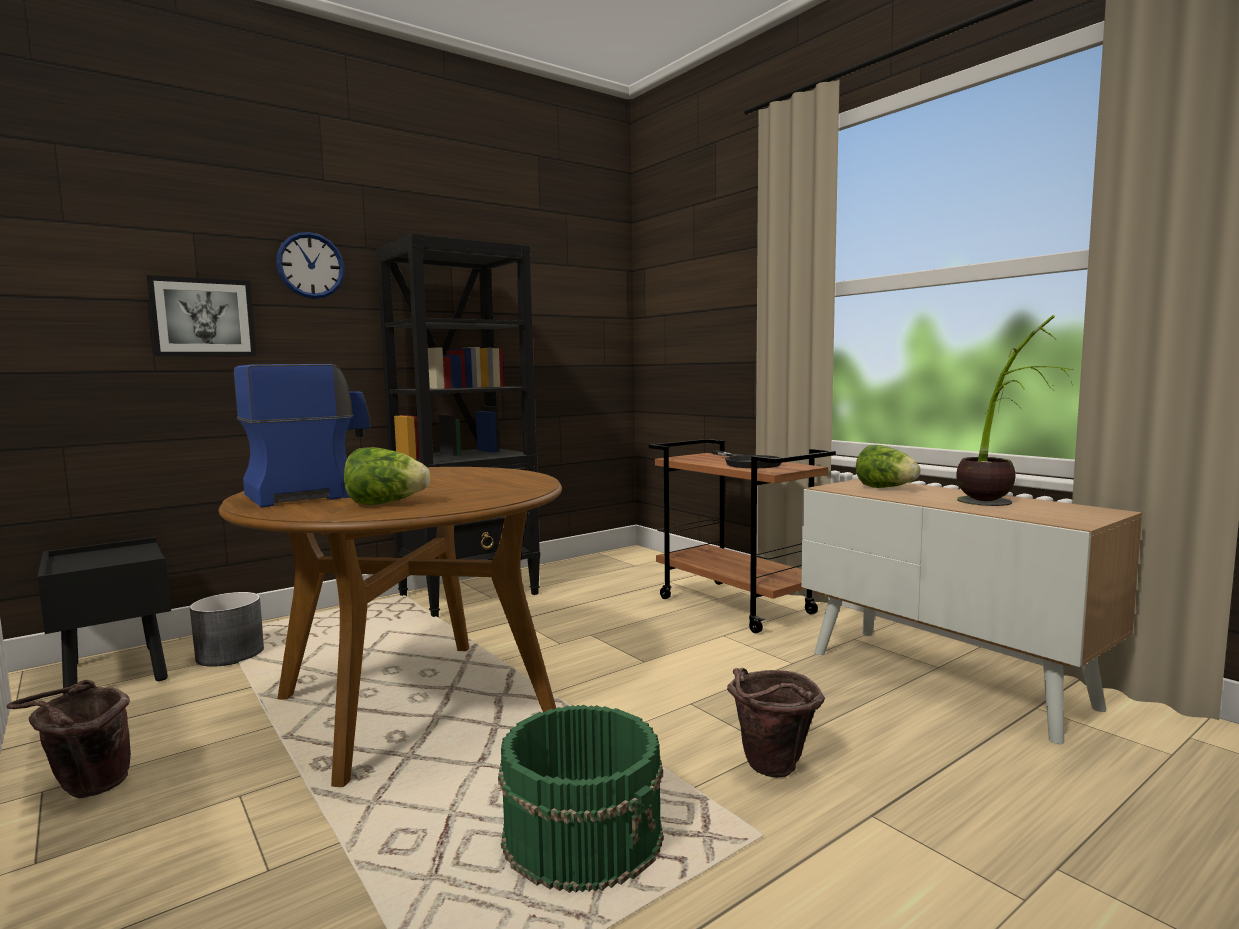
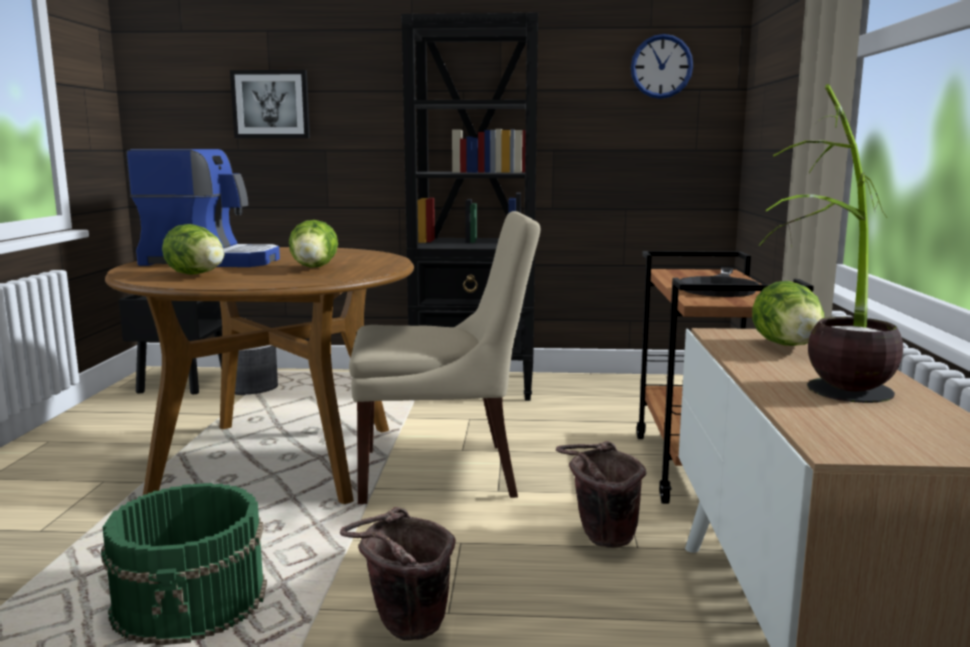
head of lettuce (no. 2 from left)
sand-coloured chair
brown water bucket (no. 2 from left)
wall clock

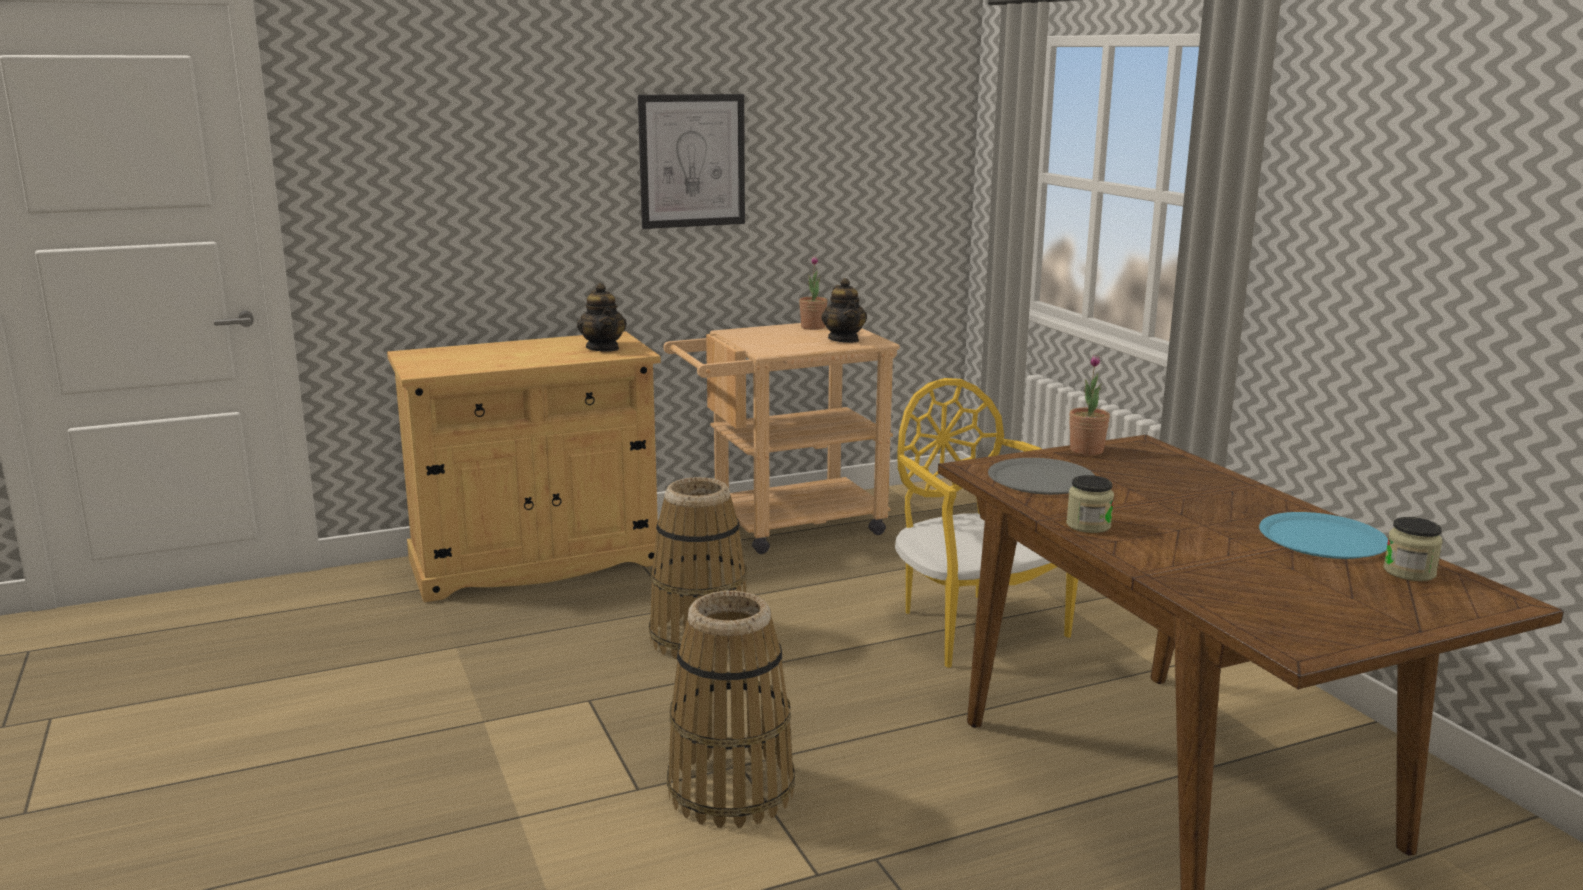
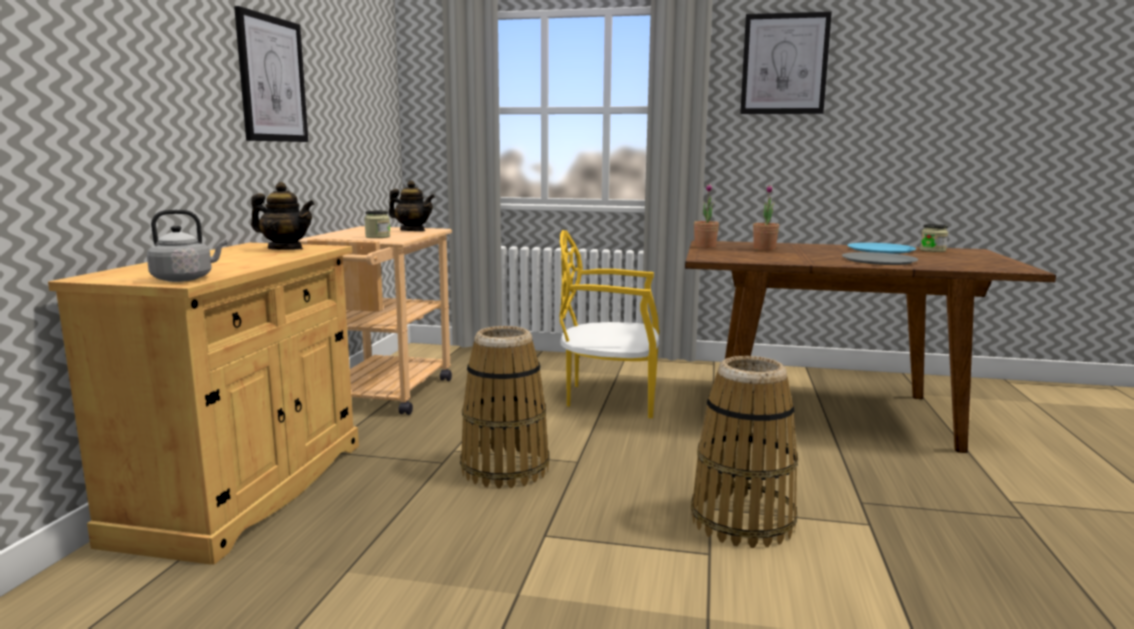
grey kettle
wall art (no. 2 from left)
houseplant (no. 2 from left)
grey dinner plate
preserve jar (no. 1 from left)

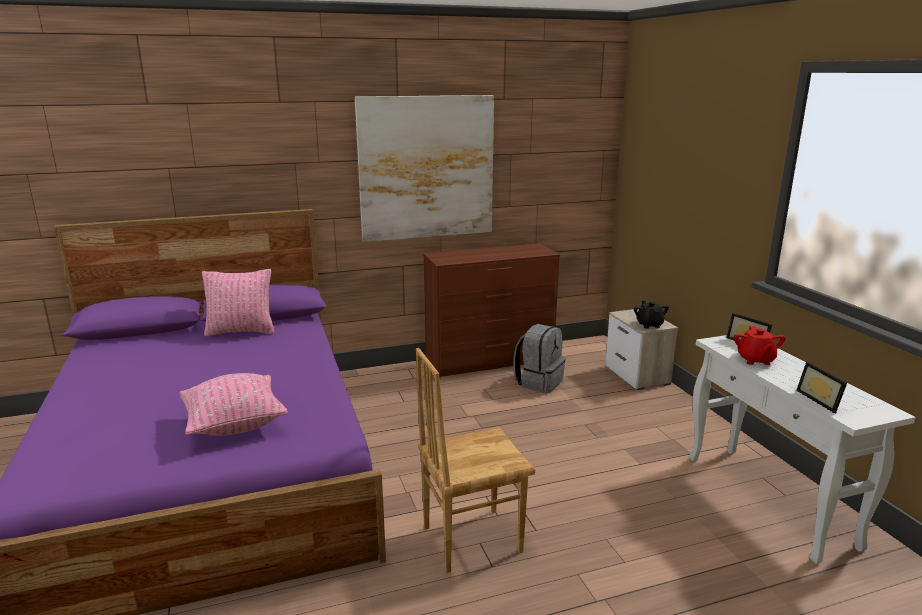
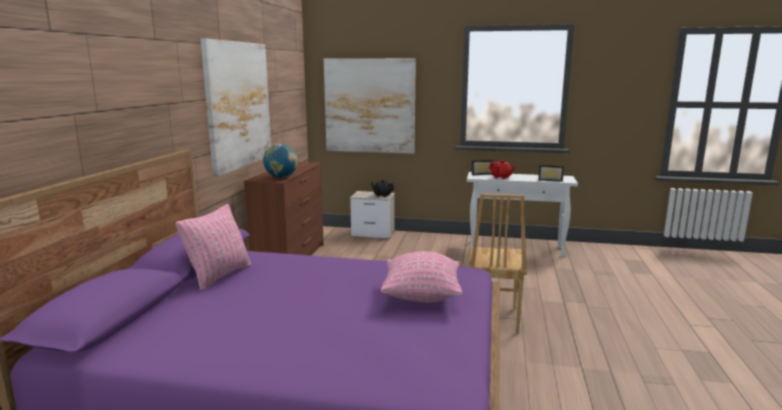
grey rucksack
desk globe
wall art (no. 2 from left)

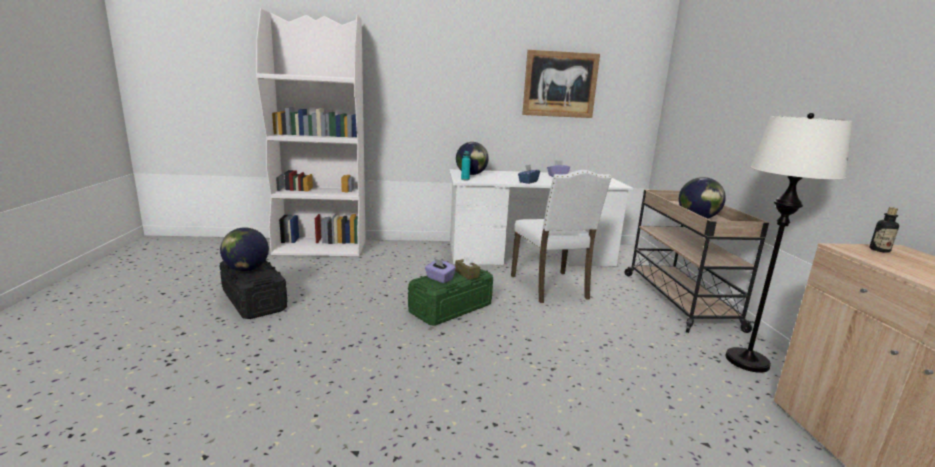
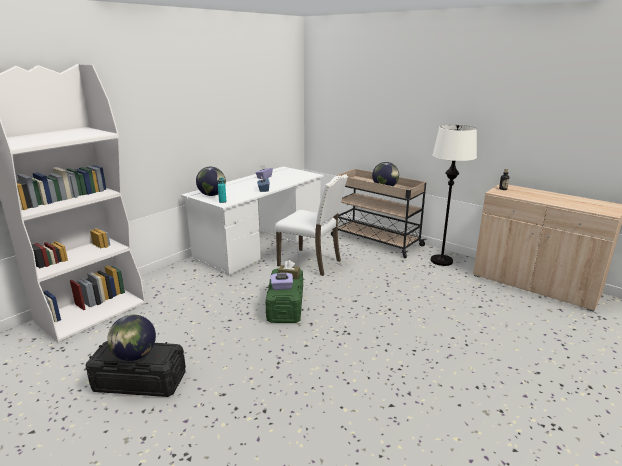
wall art

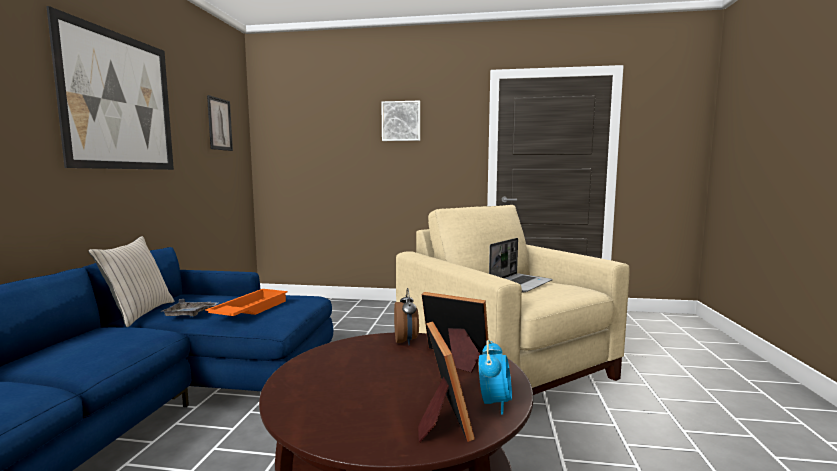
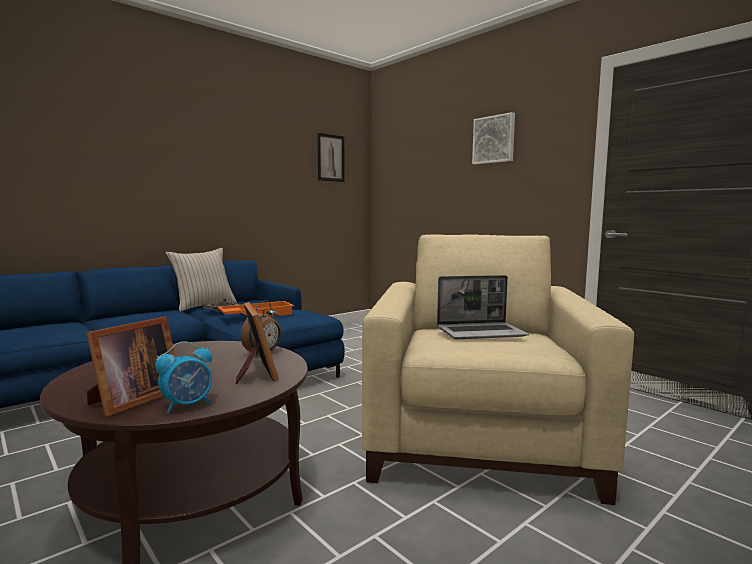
wall art (no. 1 from left in the first image)

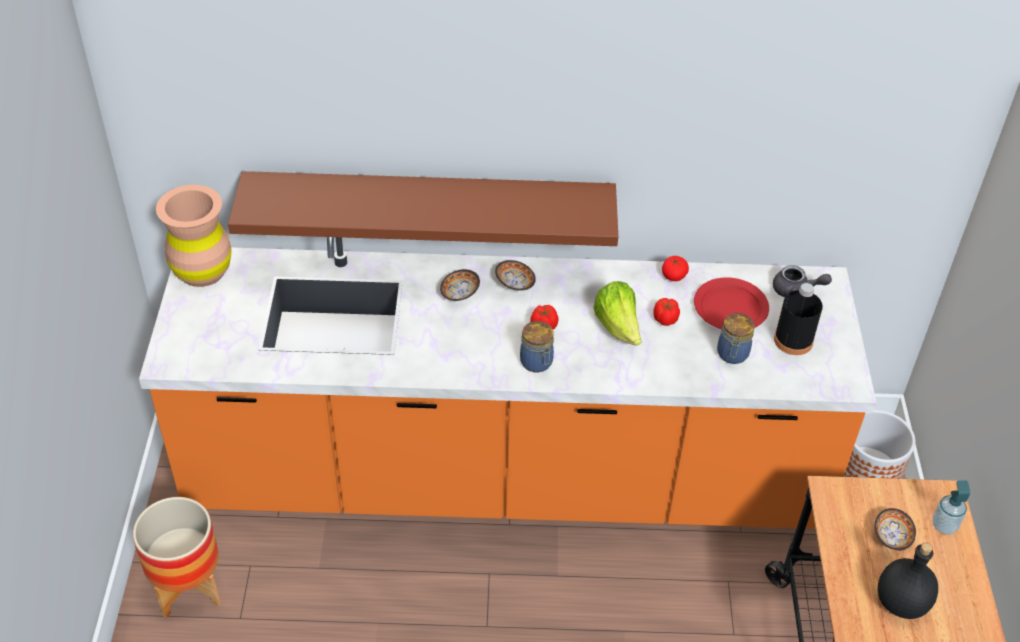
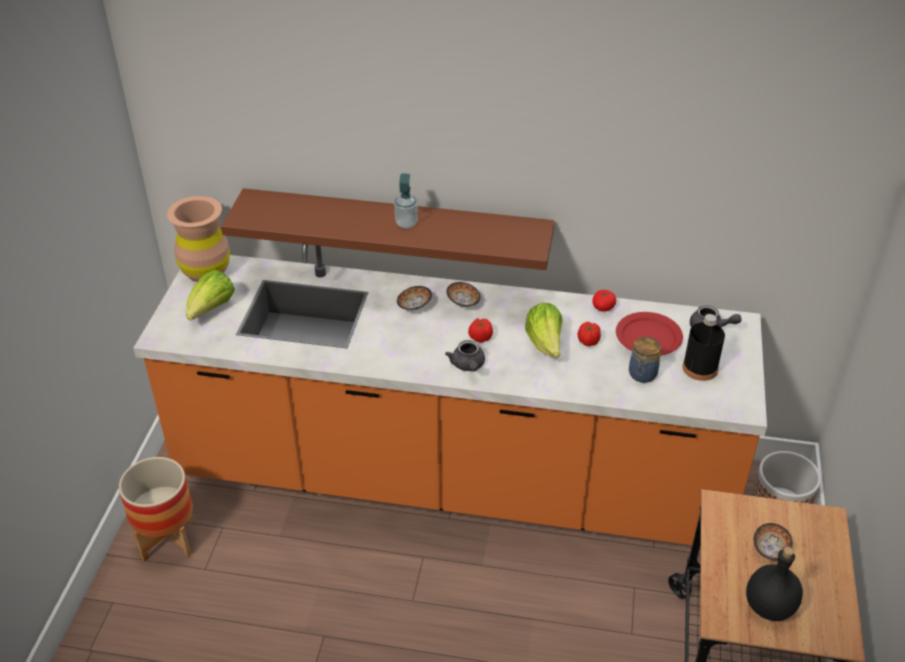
head of lettuce (no. 1 from left)
soap bottle
grey teapot (no. 1 from left)

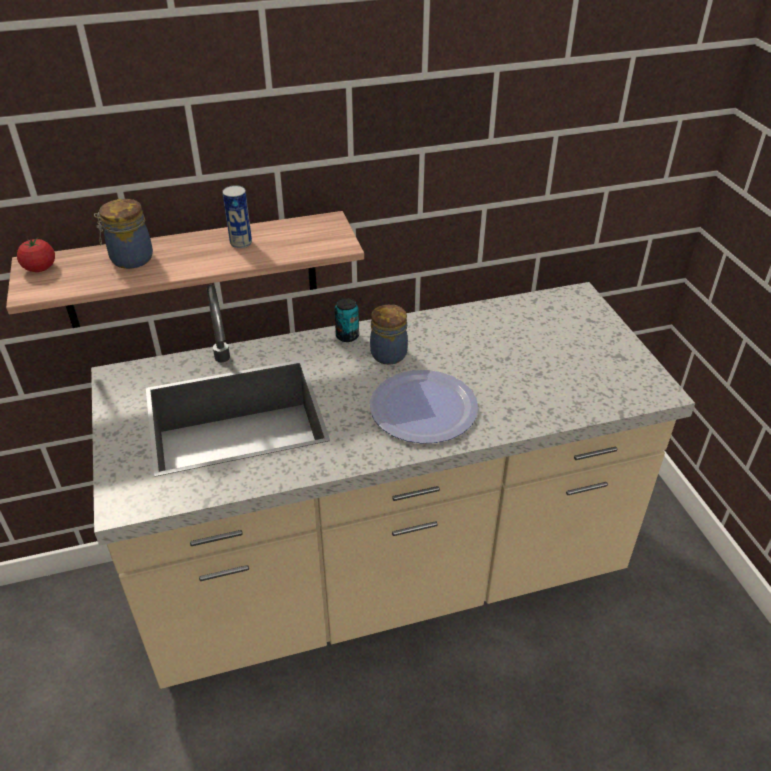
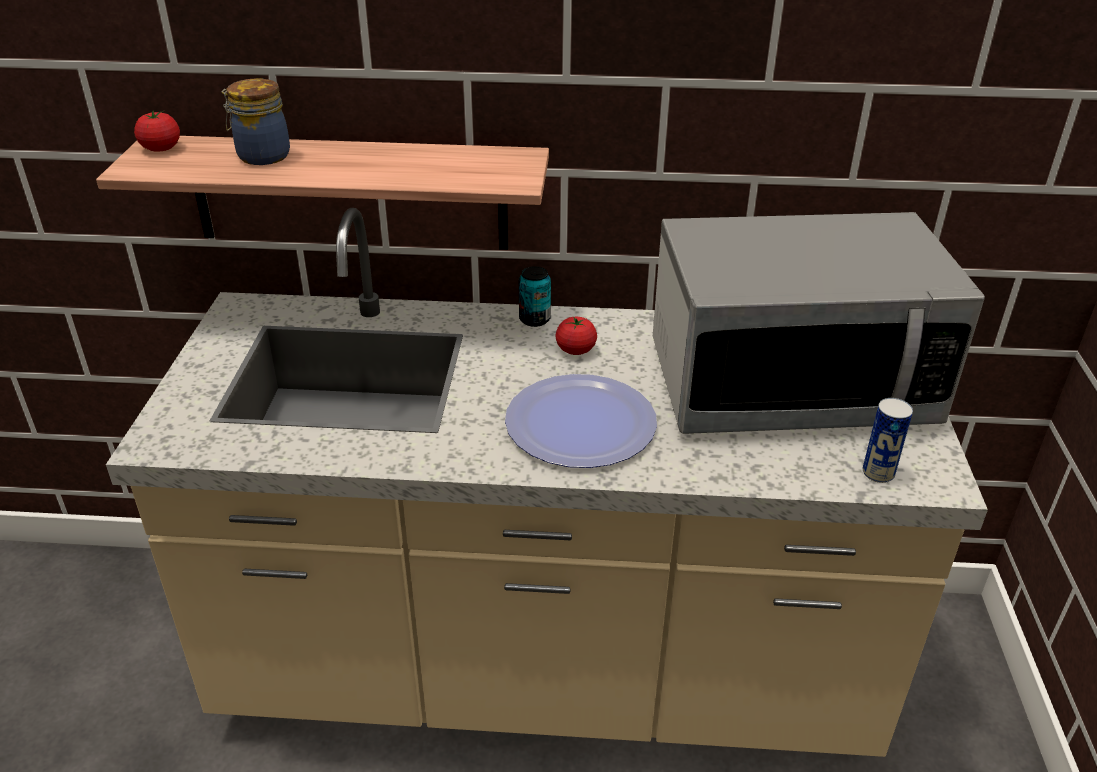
microwave
can (no. 2 from left)
fresh tomato (no. 2 from left)

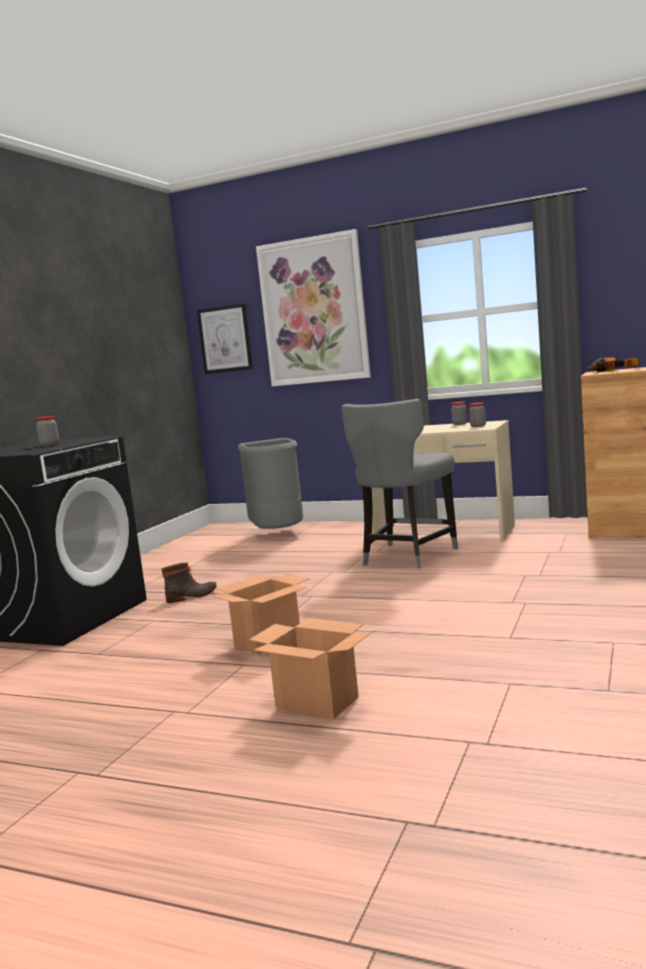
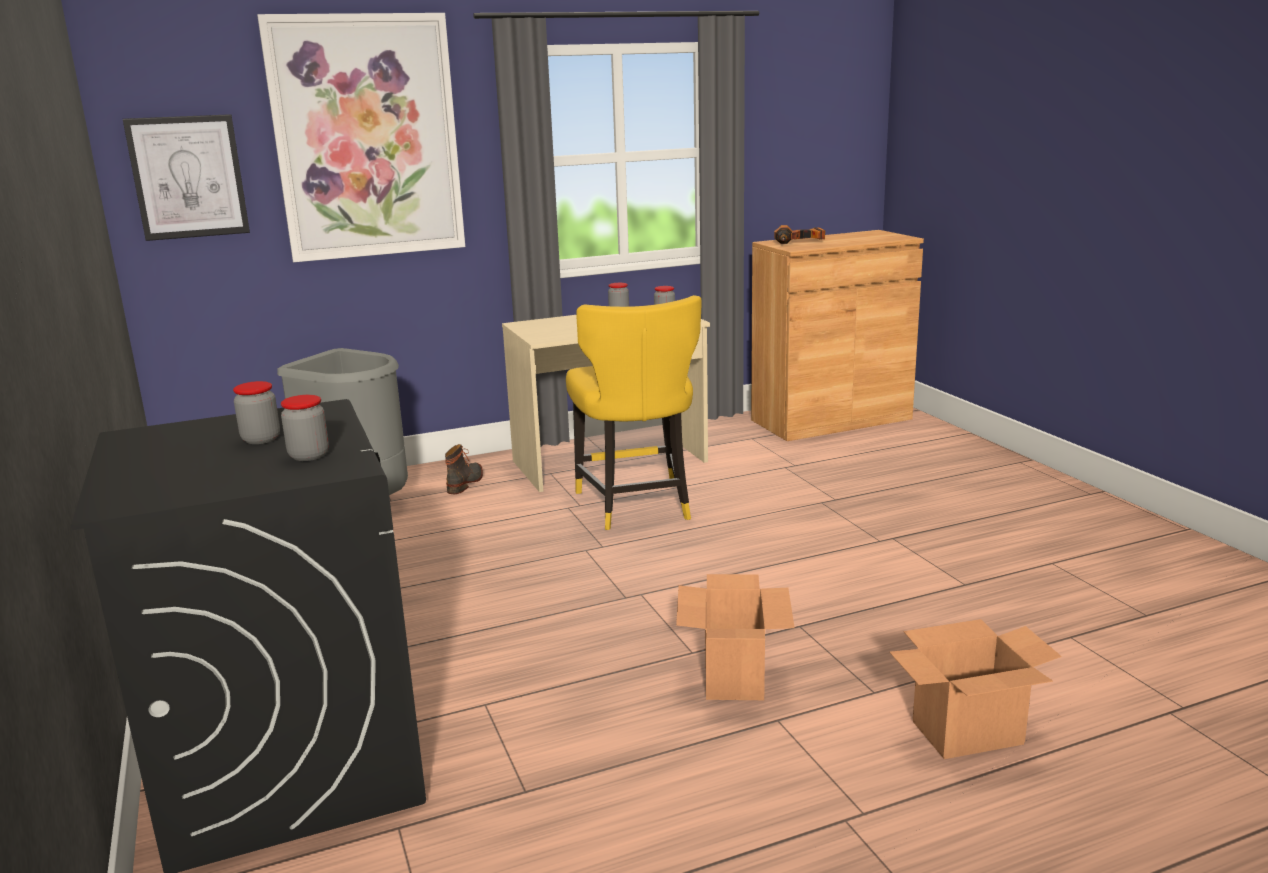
preserve jar (no. 2 from left)
high-top boot
yellow-coloured chair

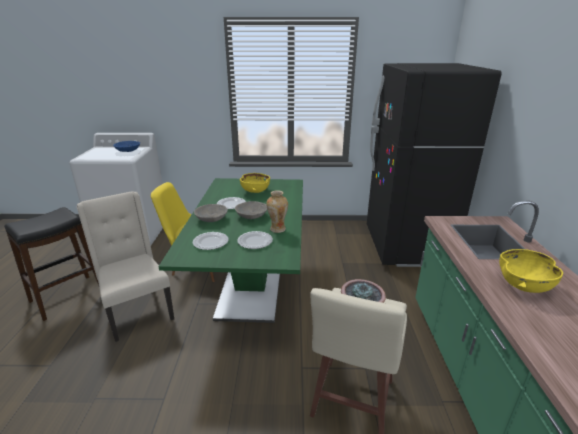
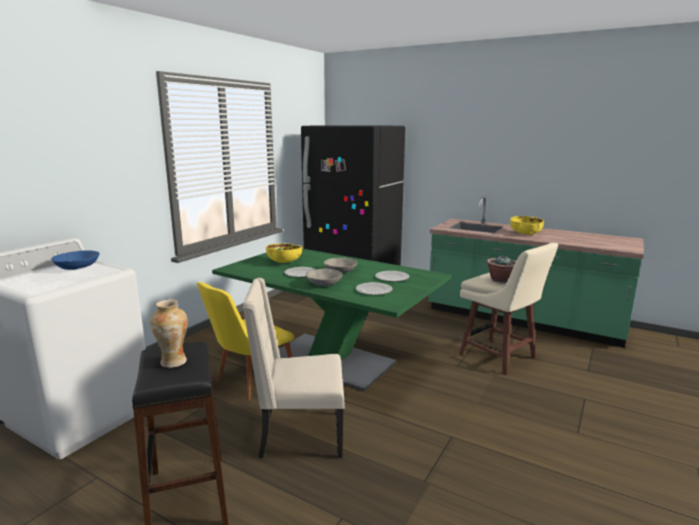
vase

